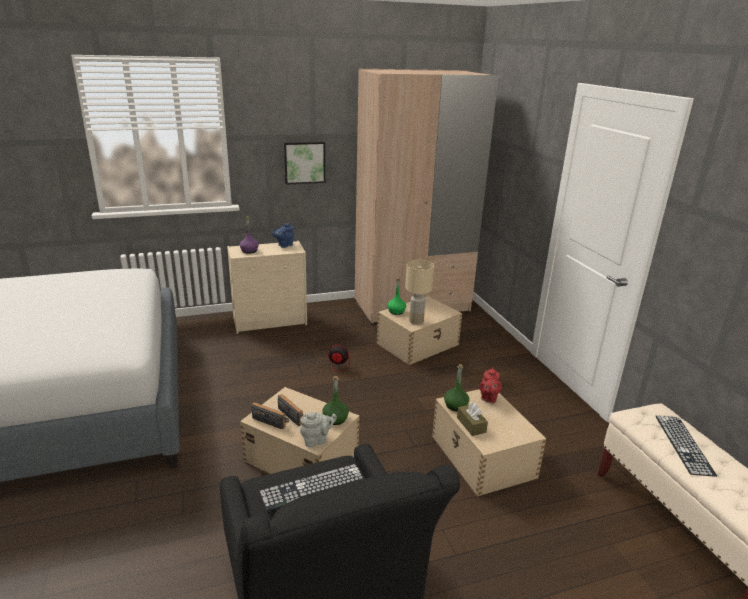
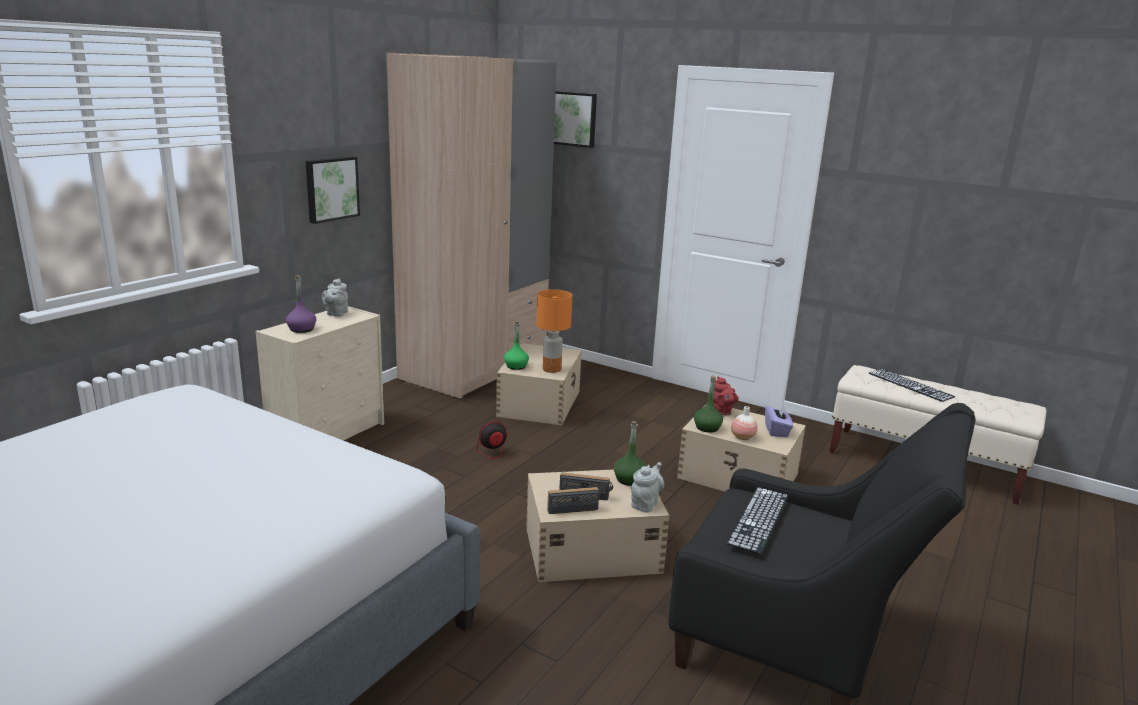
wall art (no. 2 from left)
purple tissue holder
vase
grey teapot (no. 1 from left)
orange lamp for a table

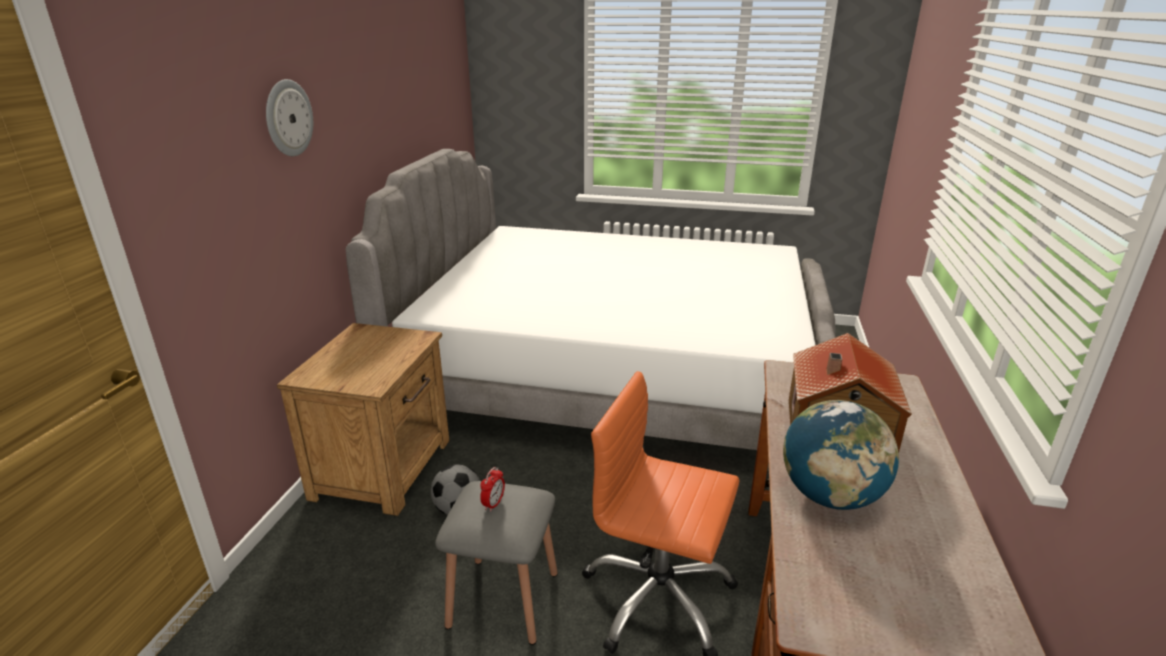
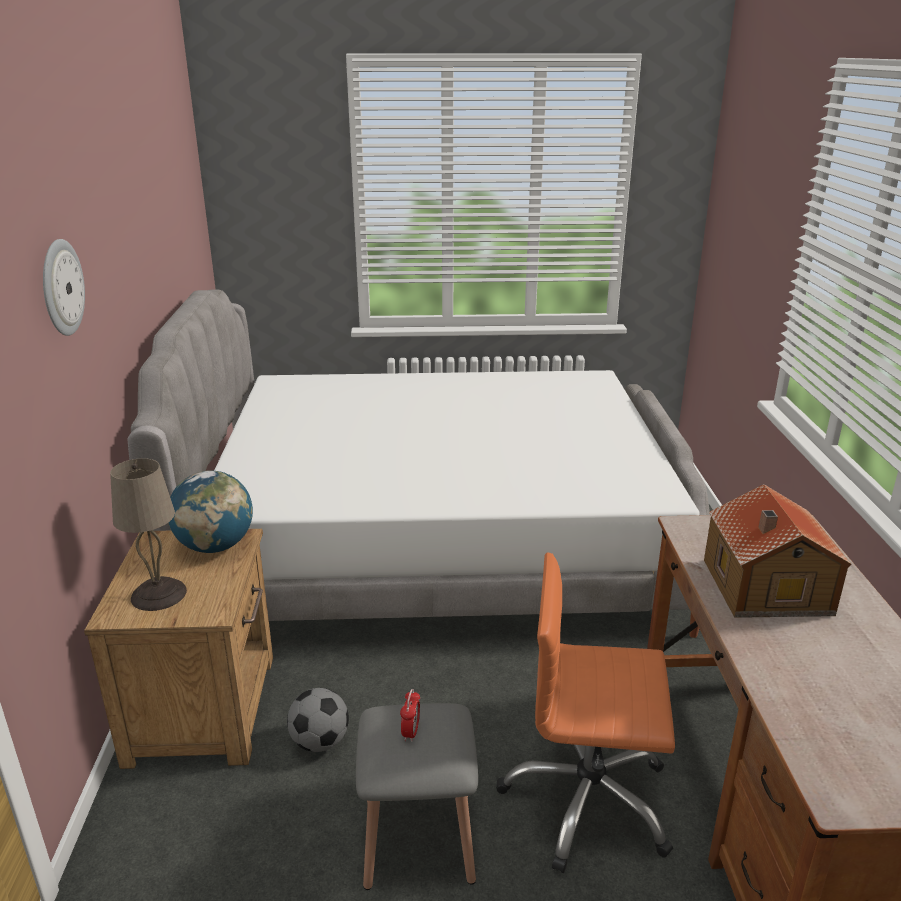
sand-coloured lamp for a table
desk globe

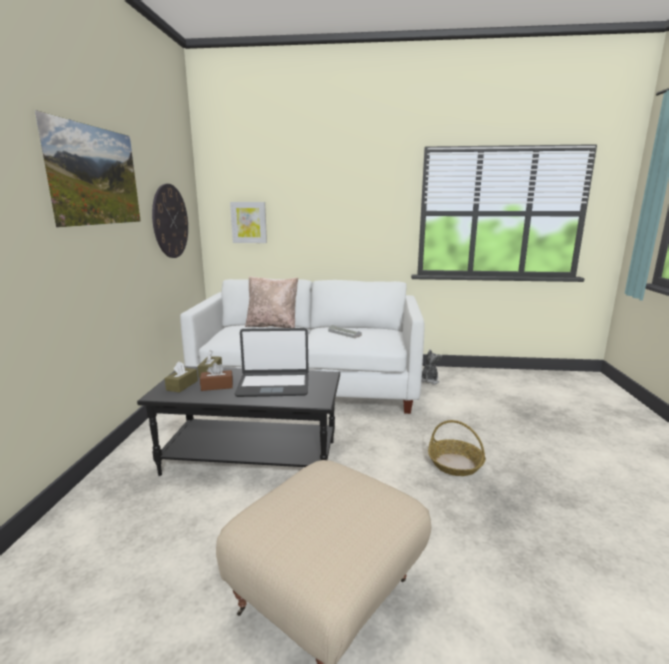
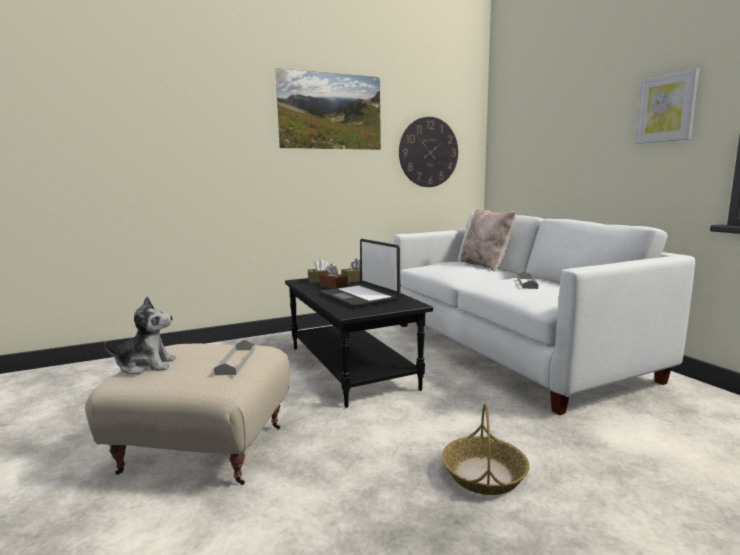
grey carrying tray (no. 1 from left)
wall art (no. 2 from left)
plush toy

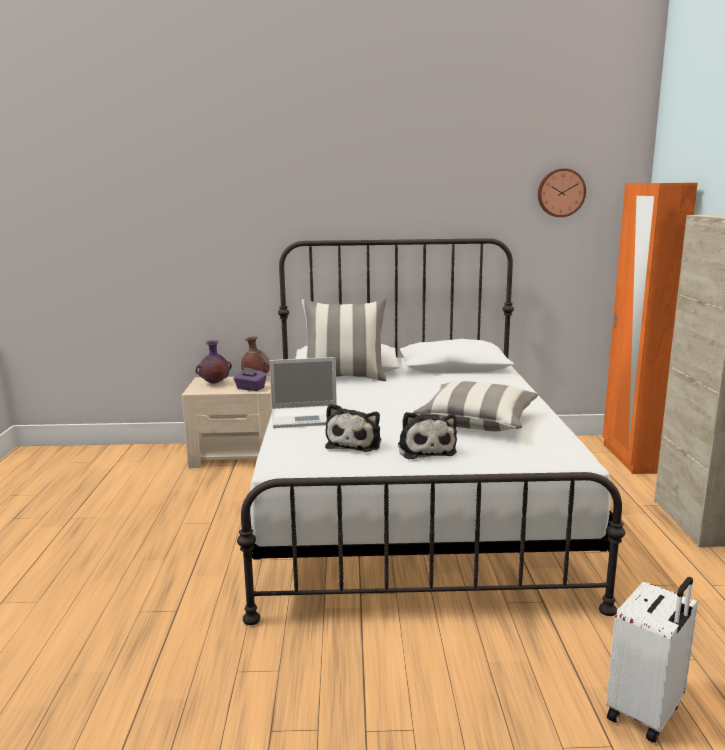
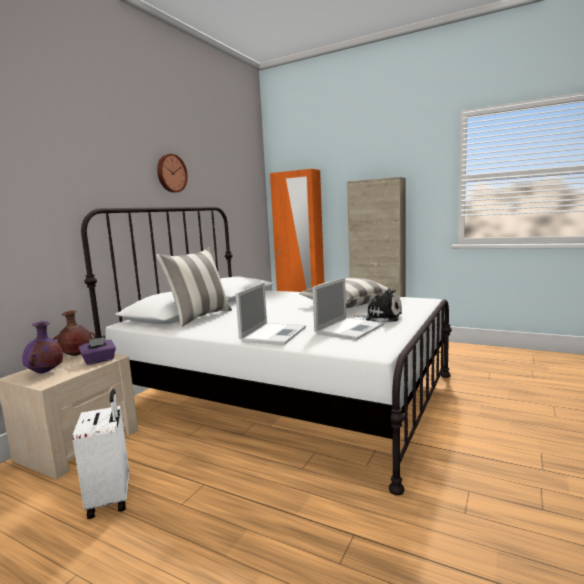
wall clock
whitish piece of luggage
notebook computer (no. 2 from left)

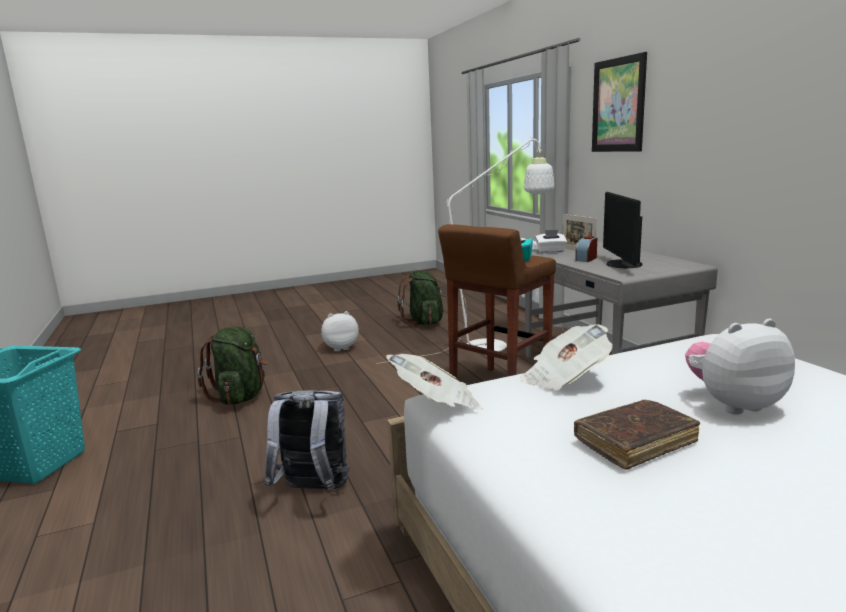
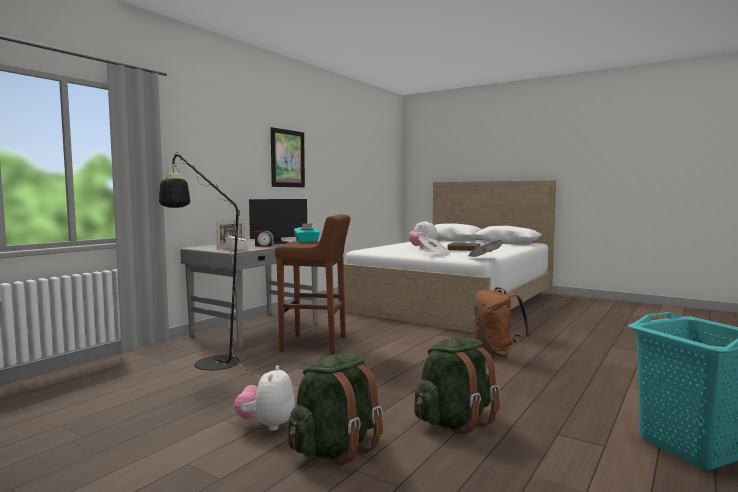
green-coloured rucksack (no. 1 from left)
wall art
brown rucksack
black-coloured standing lamp
plush toy (no. 1 from left)

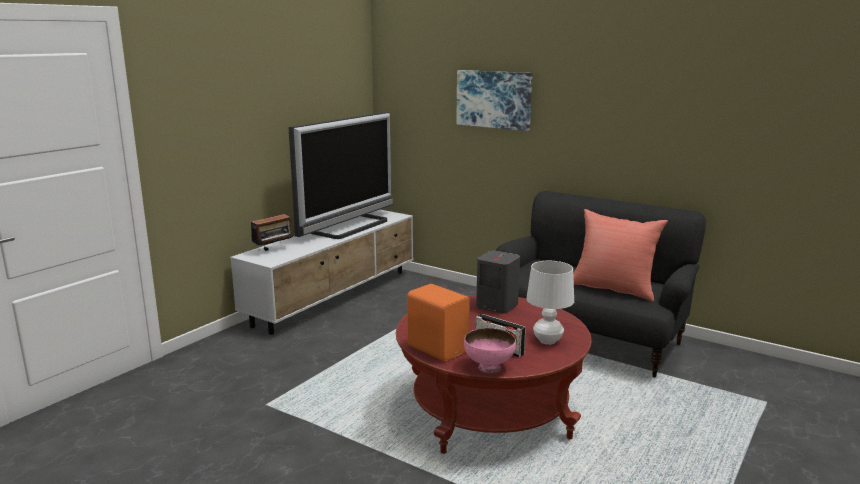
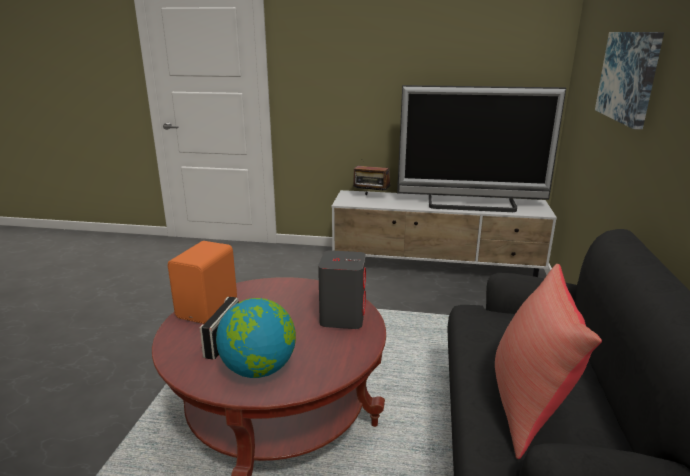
pink-coloured deep dish
desk globe

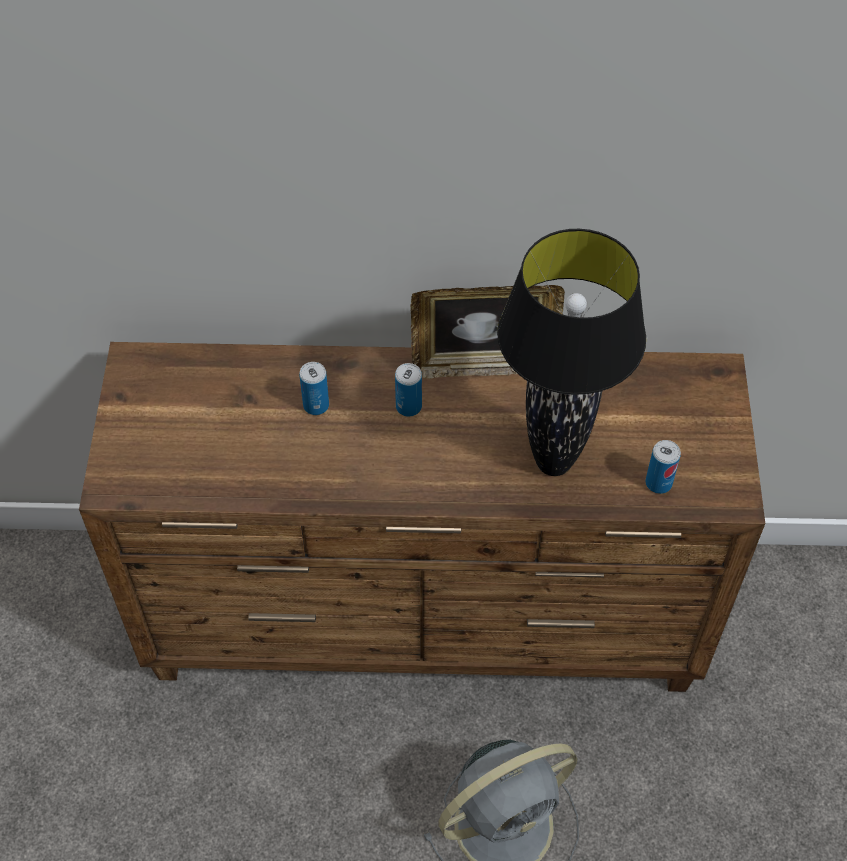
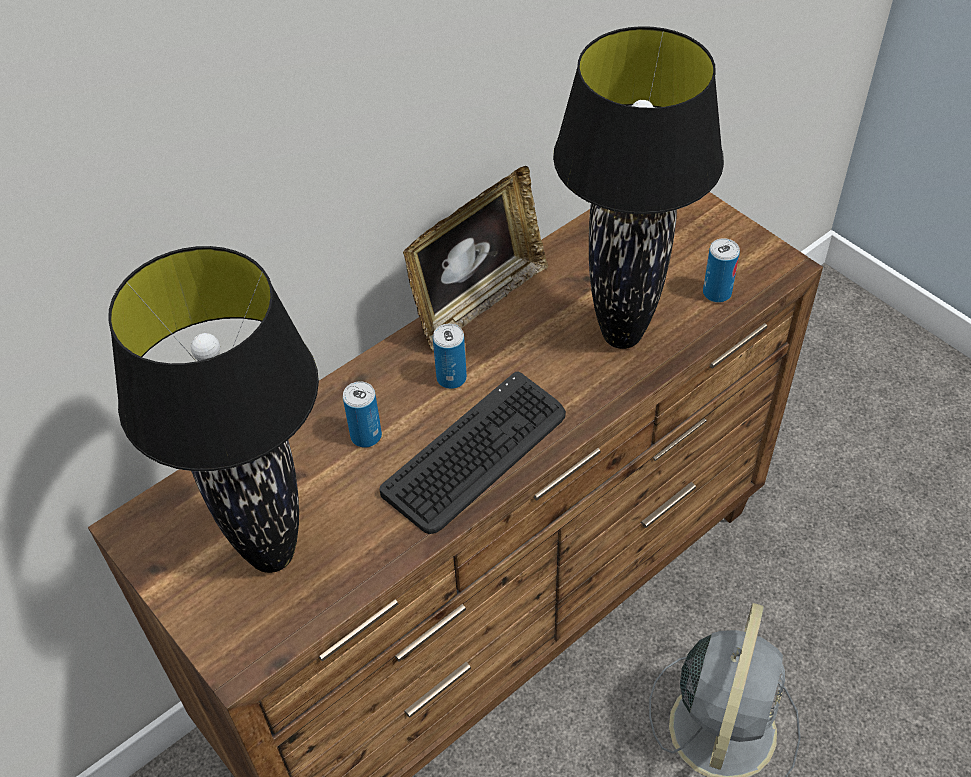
black-coloured lamp for a table (no. 1 from left)
computer keyboard

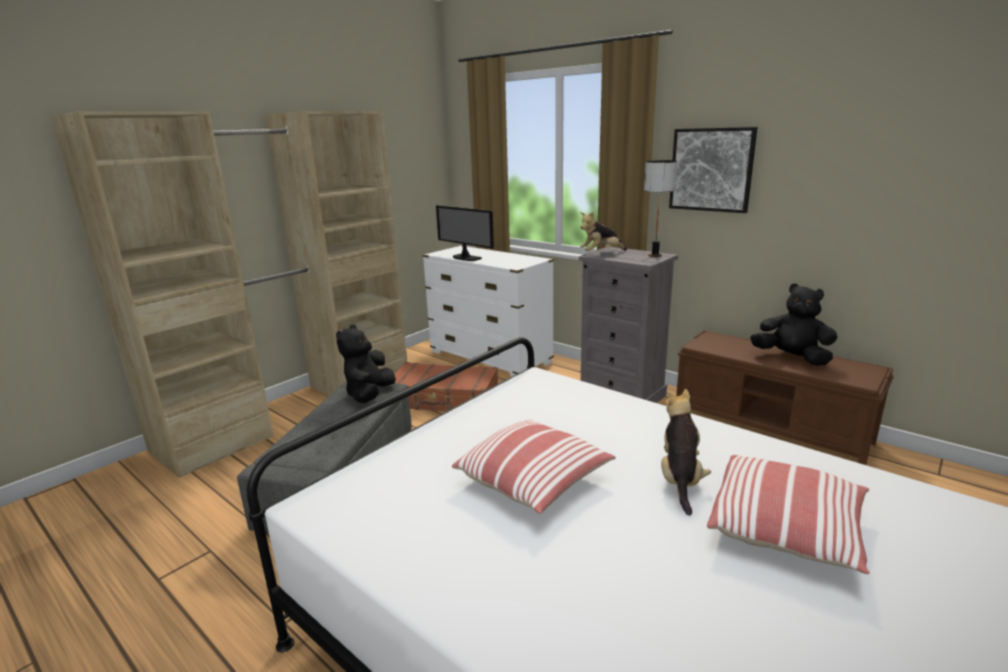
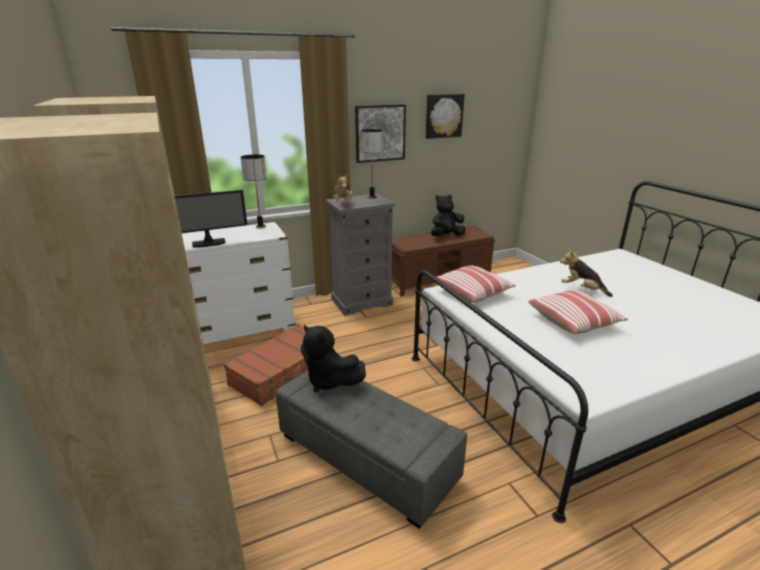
lamp for a table (no. 1 from left)
wall art (no. 2 from left)
cushion (no. 1 from left)

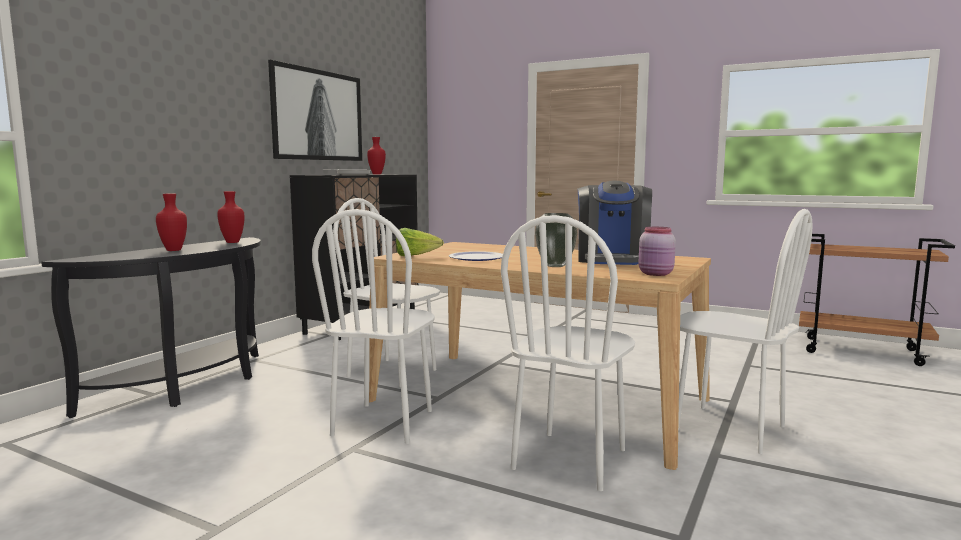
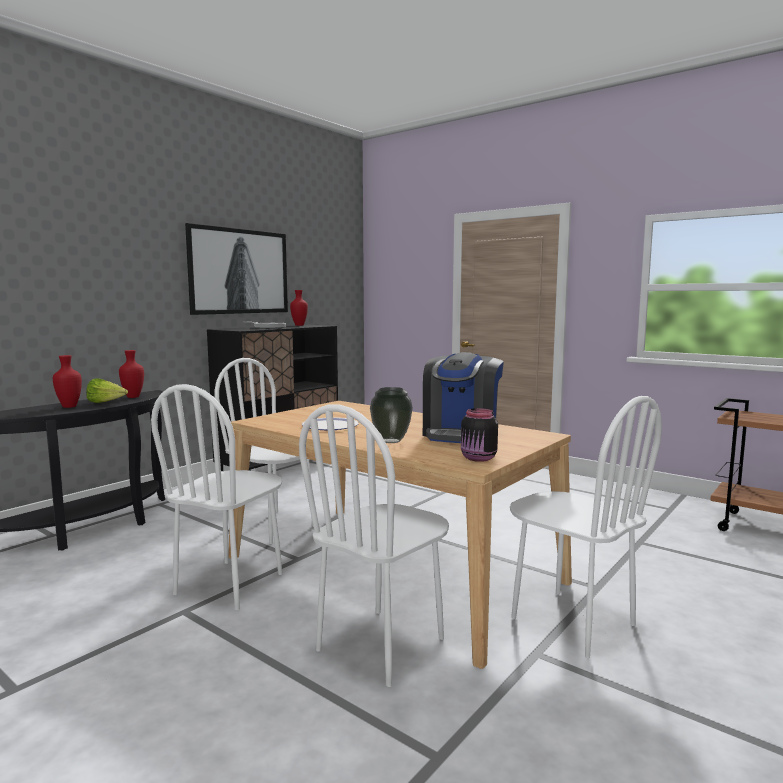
head of lettuce
black-coloured preserve jar

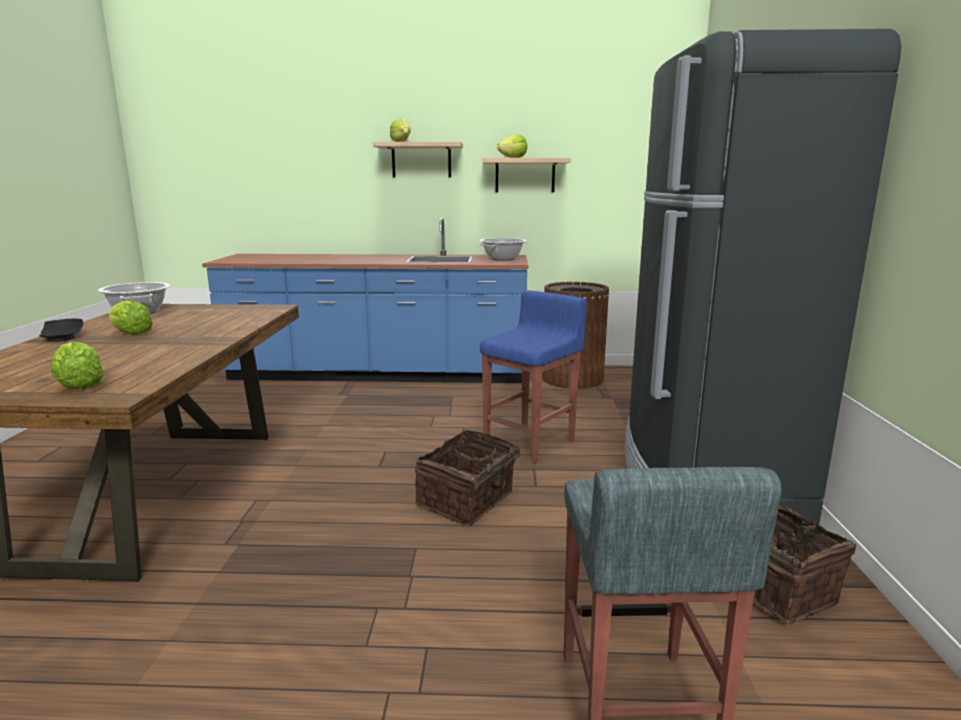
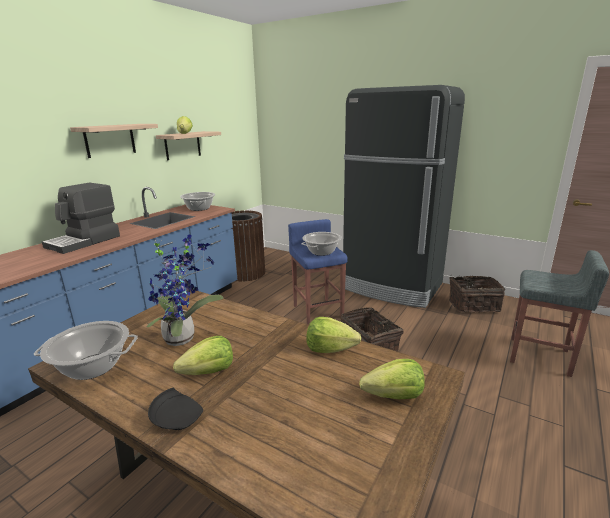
coffee maker
houseplant
cooking pot (no. 3 from left)
head of lettuce (no. 3 from left)

